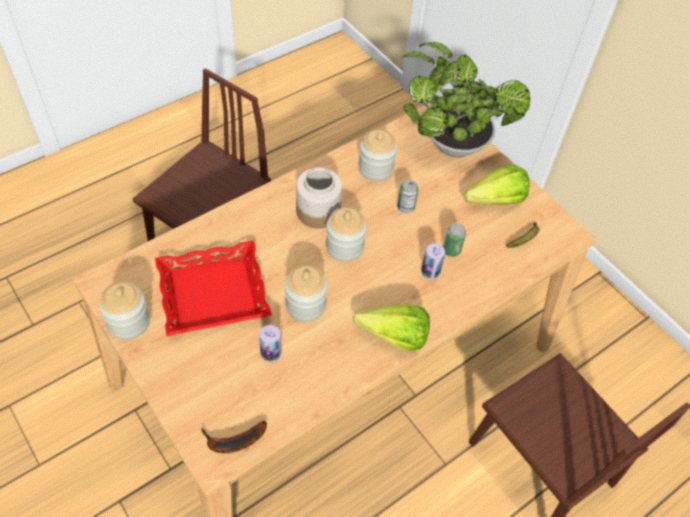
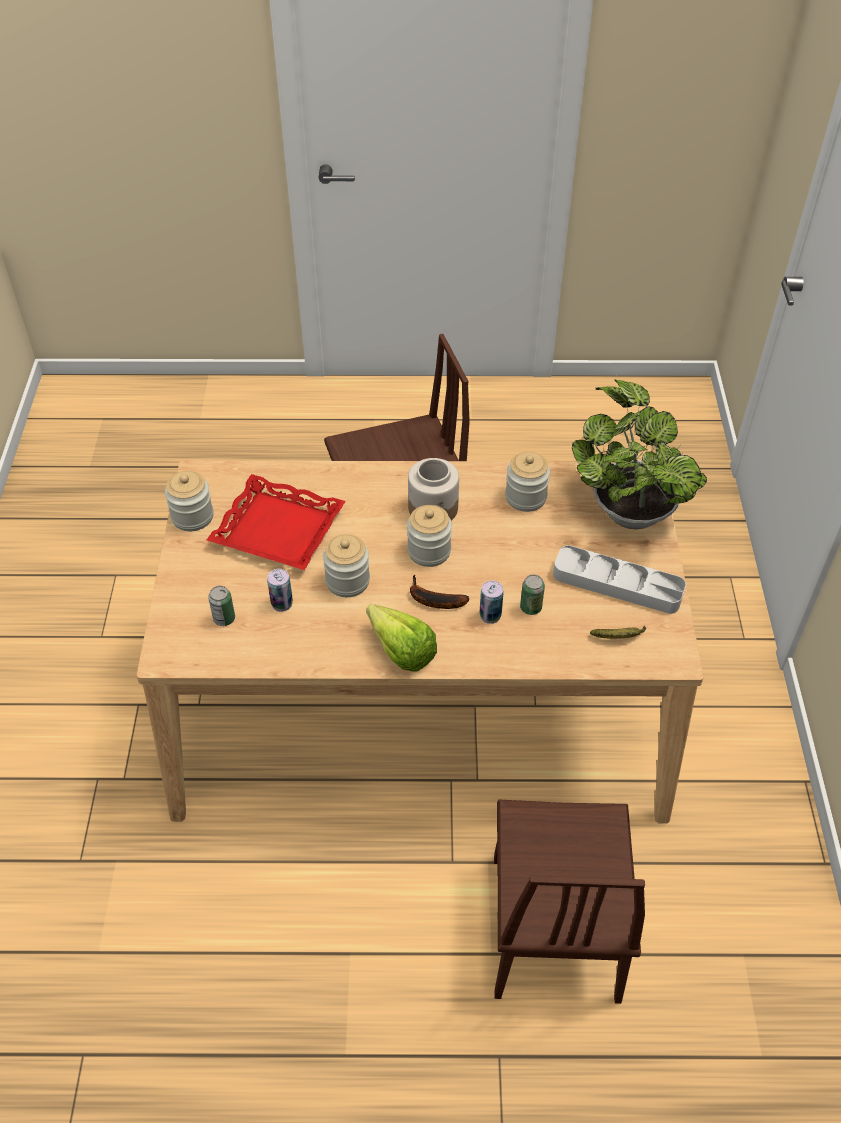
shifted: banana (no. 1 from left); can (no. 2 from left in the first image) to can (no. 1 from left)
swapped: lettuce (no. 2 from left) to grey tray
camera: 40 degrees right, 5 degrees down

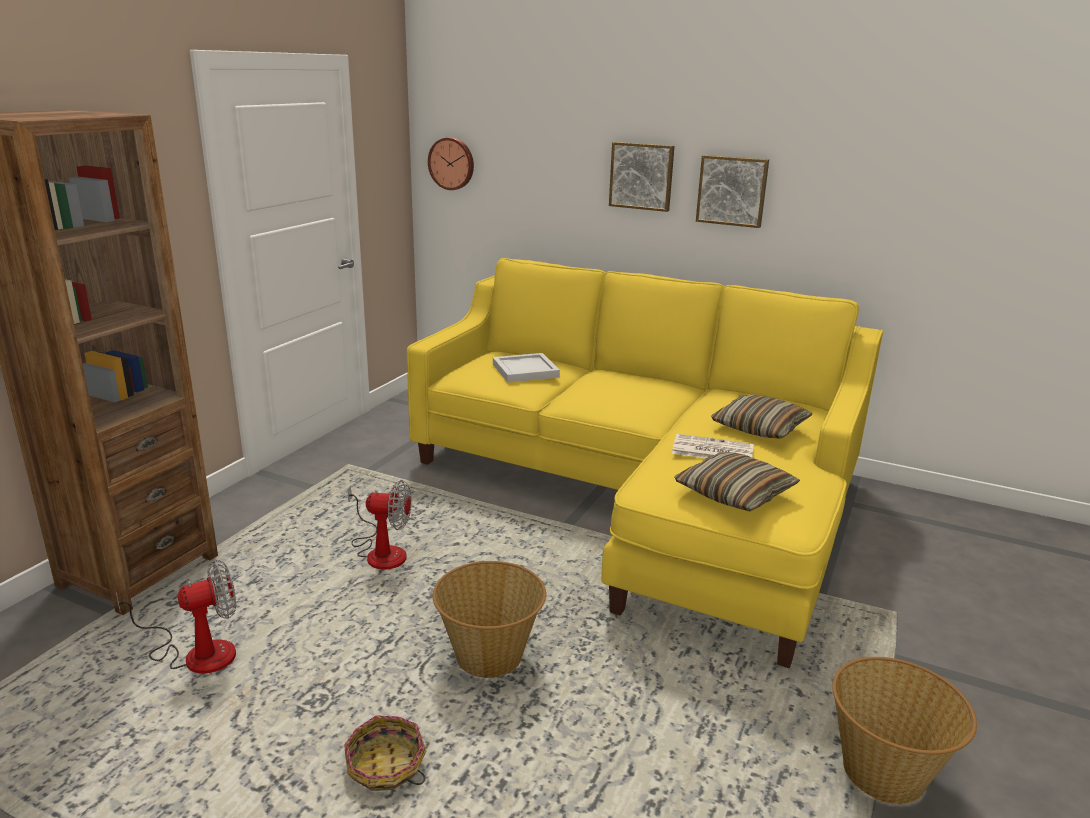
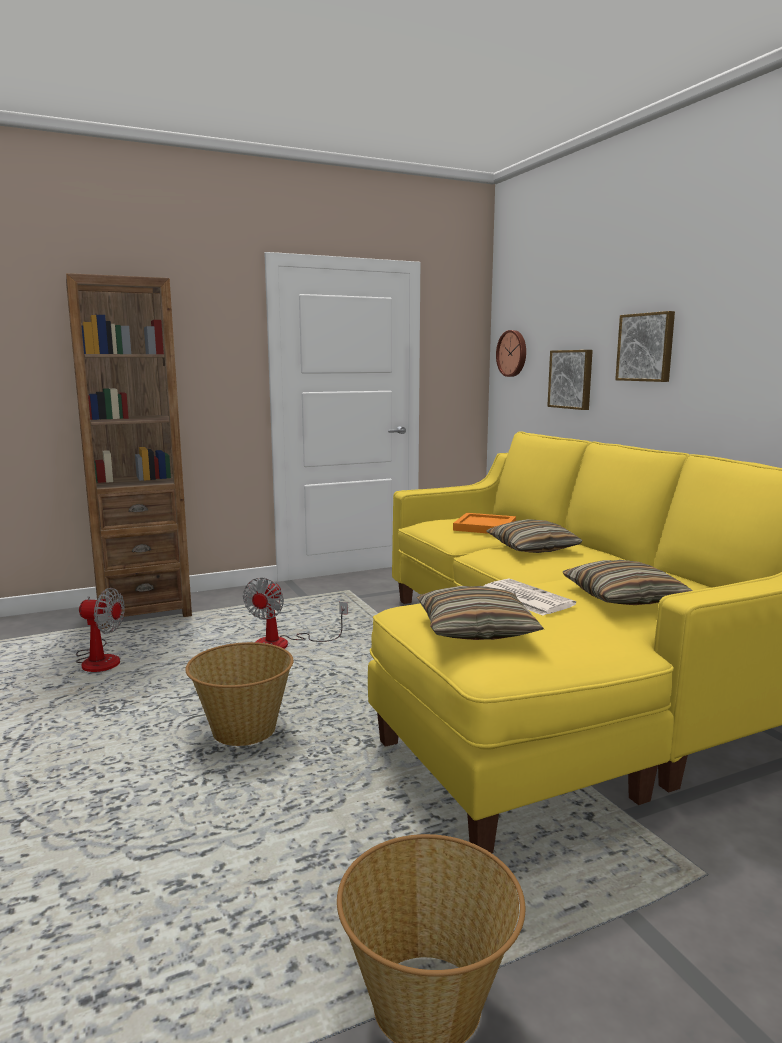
gone: basket (no. 1 from left)
new: pillow (no. 2 from left)
shifted: picture (no. 2 from left in the first image) to picture (no. 1 from left)
repainted: white tray to orange tray
rotated: fan (no. 2 from left) 60 degrees clockwise
camera: 40 degrees right, 10 degrees down

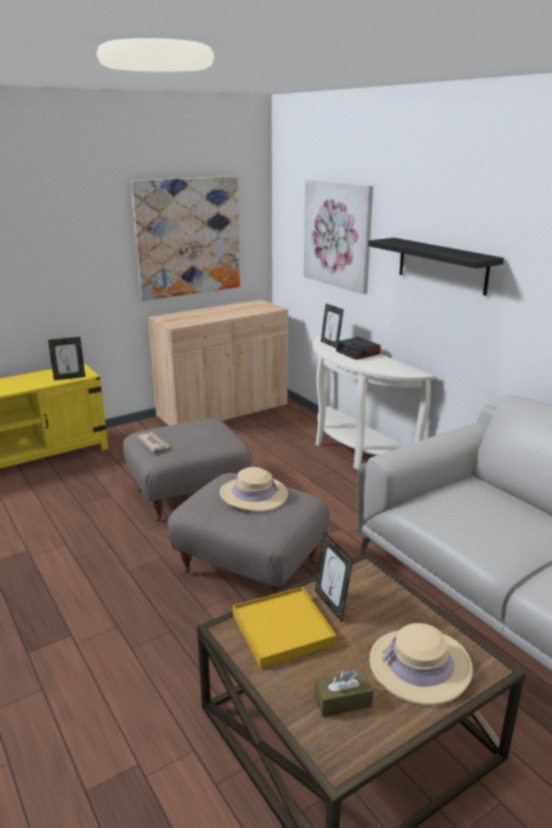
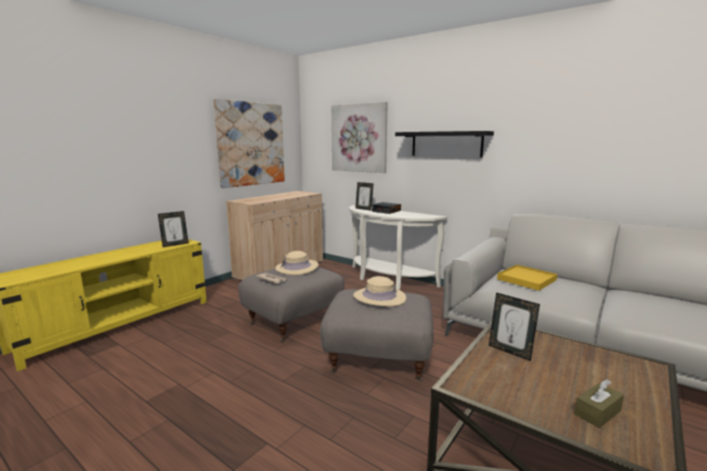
shifted: yellow tray; beige hat (no. 2 from left in the first image) to beige hat (no. 1 from left)
camera: 20 degrees left, 10 degrees down

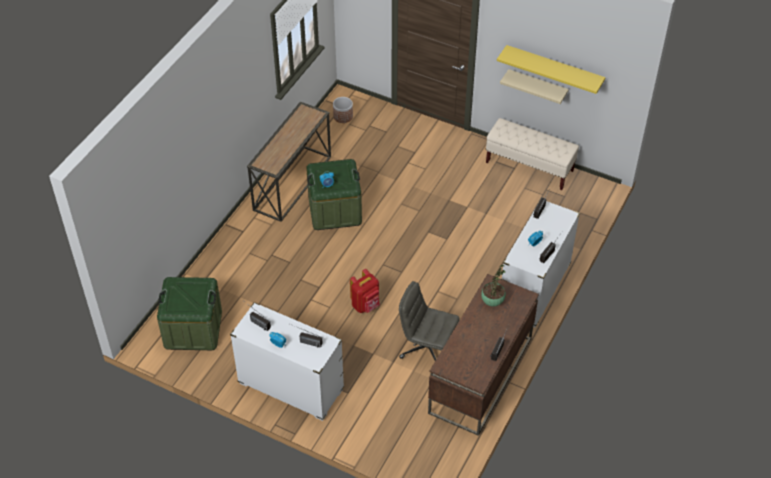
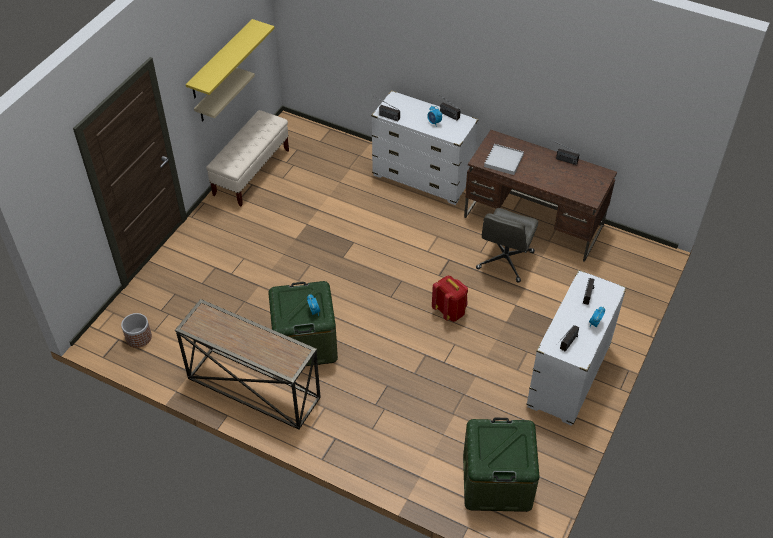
swapped: potted plant to white tray
camera: 90 degrees left, 0 degrees up

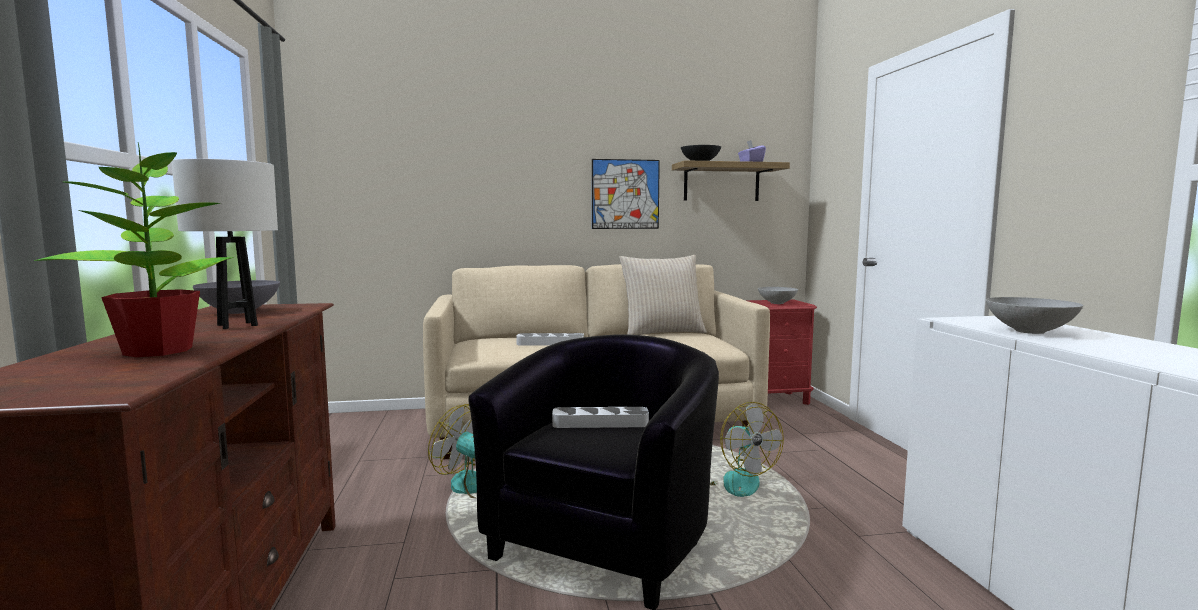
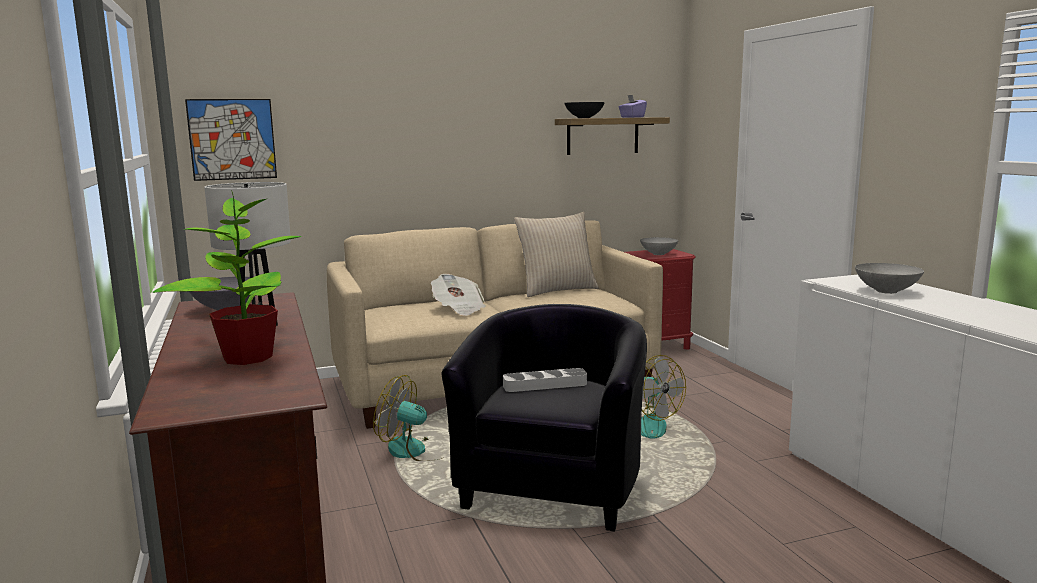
shifted: picture
swapped: grey tray (no. 1 from left) to newspaper
camera: 10 degrees left, 5 degrees up

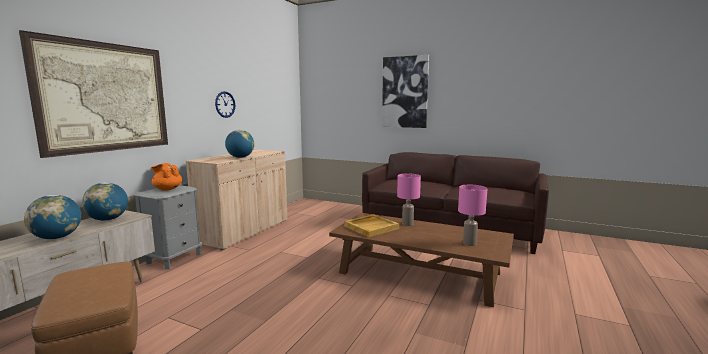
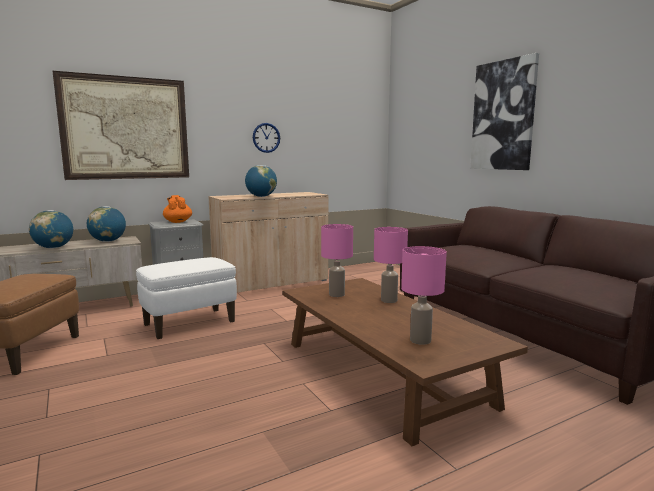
new: white ottoman
swapped: beige tray to pink table lamp (no. 1 from left)
camera: 35 degrees right, 0 degrees up

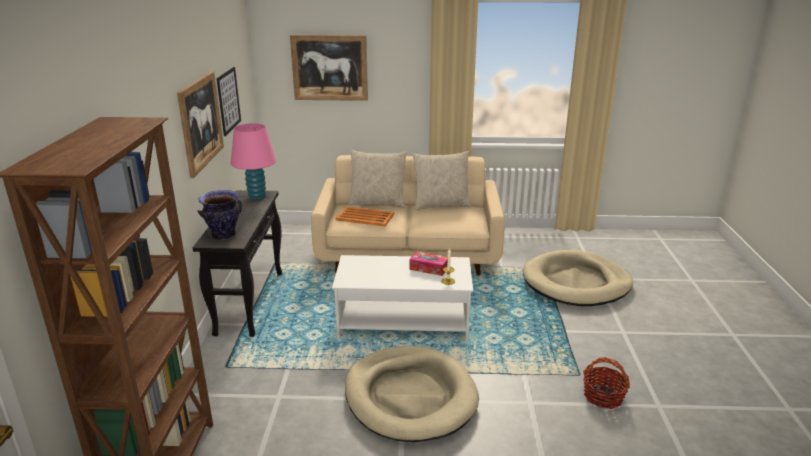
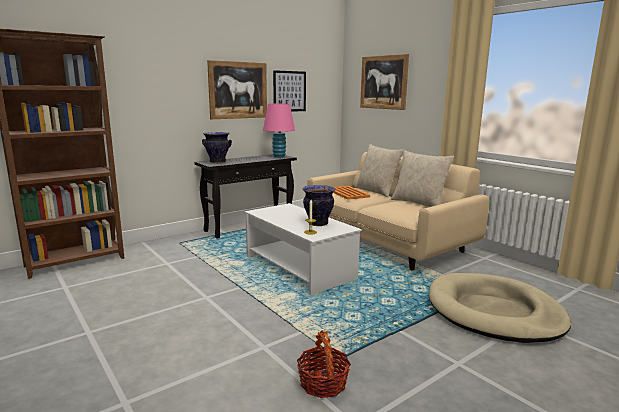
gone: beige dog bed (no. 1 from left)
swapped: tissue box to vase (no. 2 from left)
camera: 50 degrees right, 10 degrees down

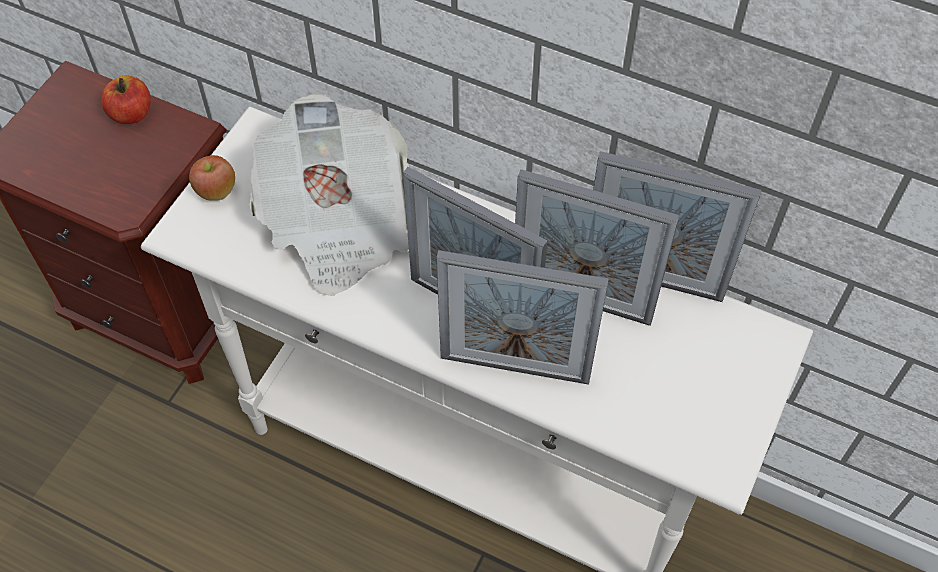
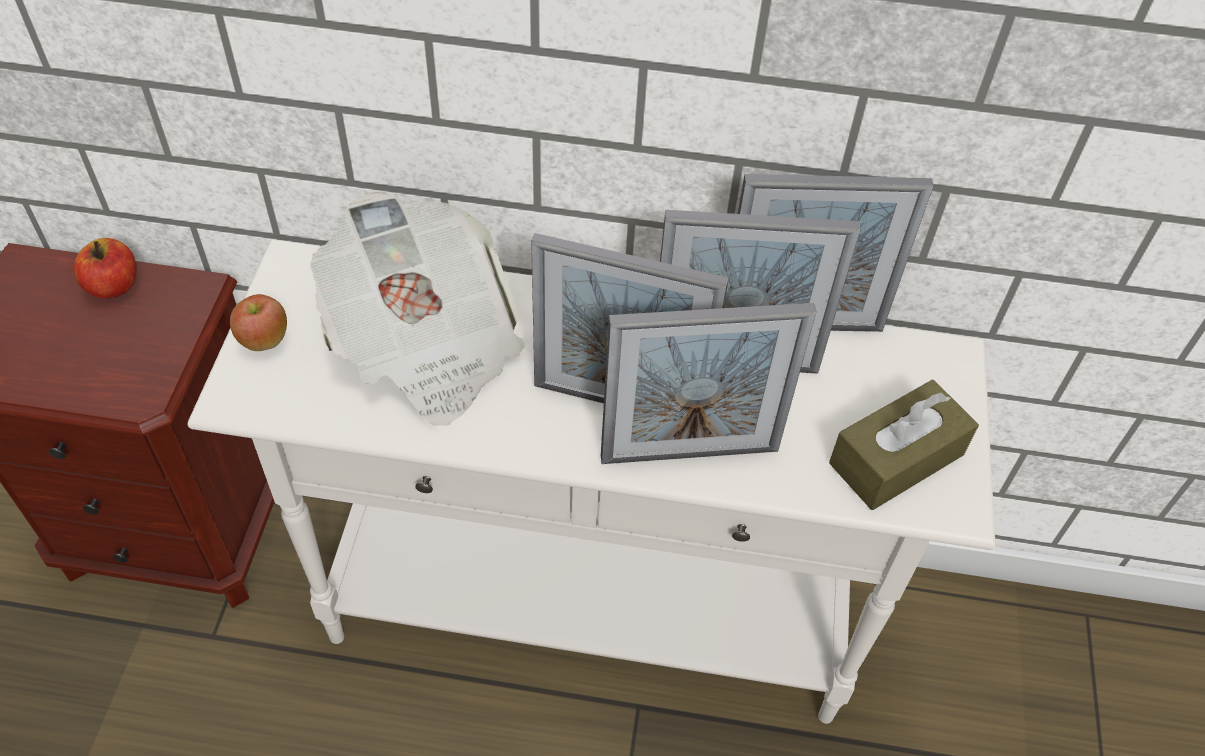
new: brown tissue box
camera: 20 degrees left, 5 degrees down

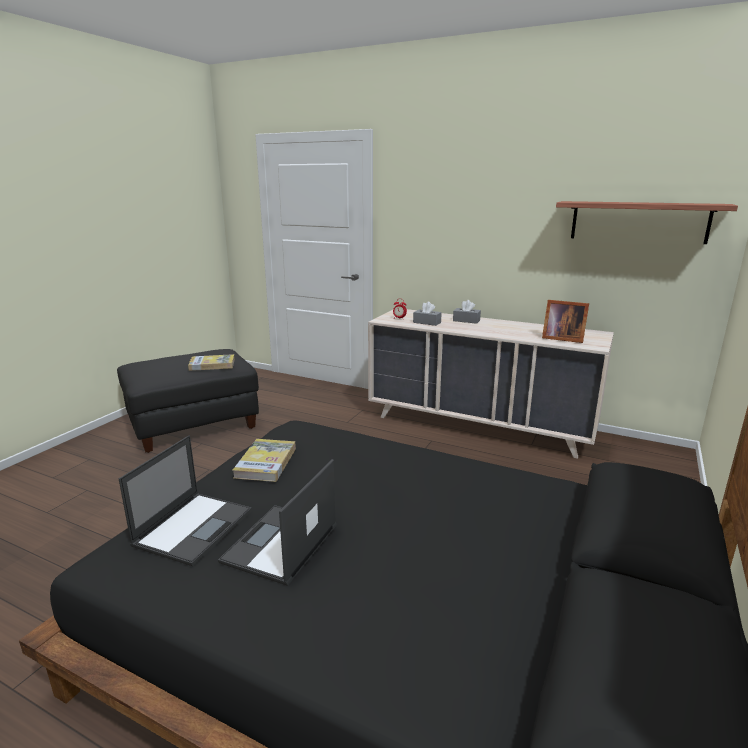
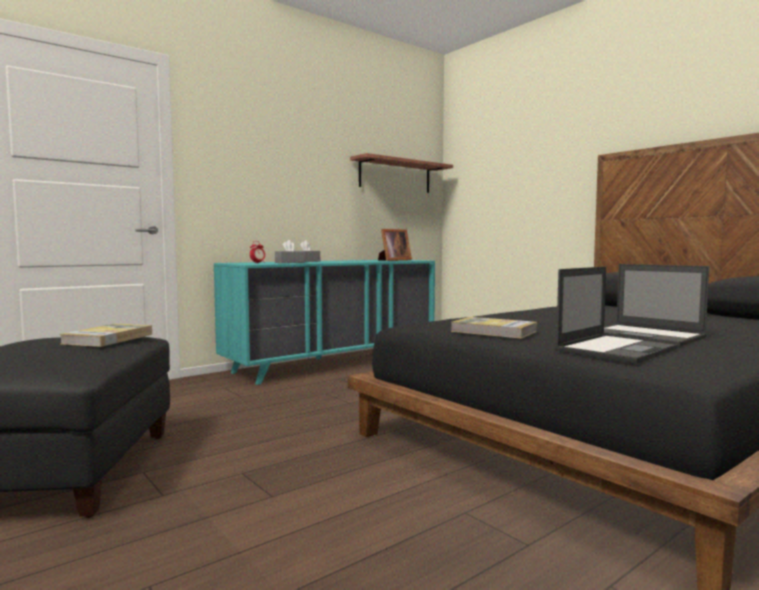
repainted: beige dresser to turquoise dresser
rotated: laptop (no. 1 from left) 90 degrees clockwise
camera: 65 degrees left, 15 degrees down

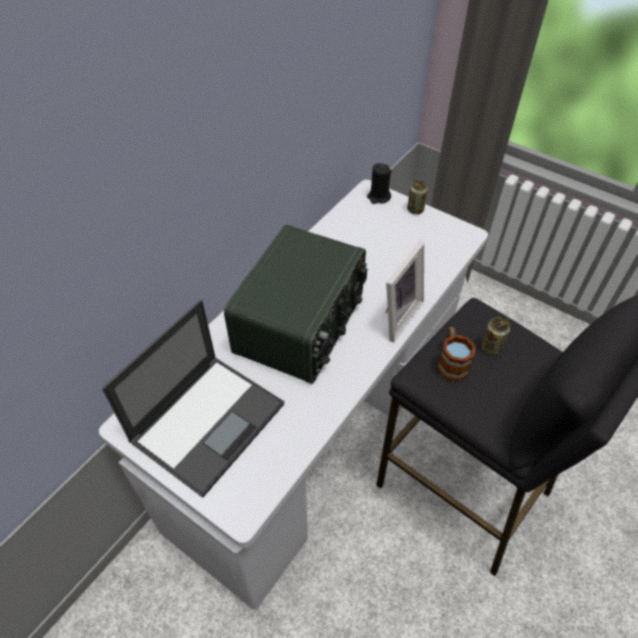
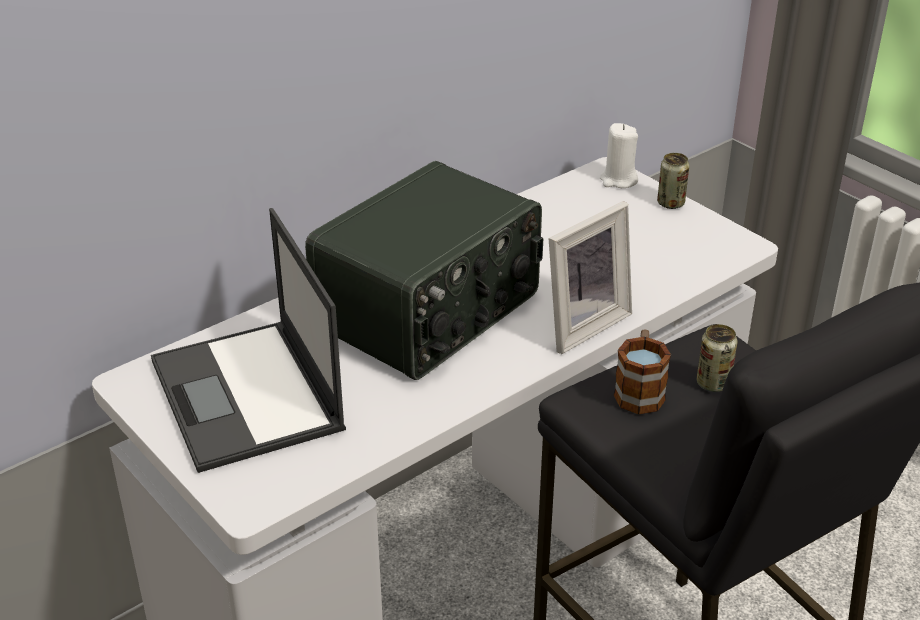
repainted: black candle to white candle
rotated: laptop 105 degrees clockwise
camera: 15 degrees right, 15 degrees down

